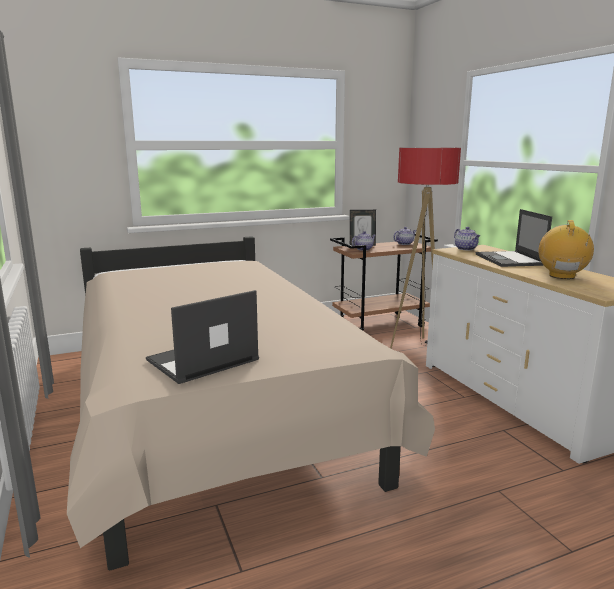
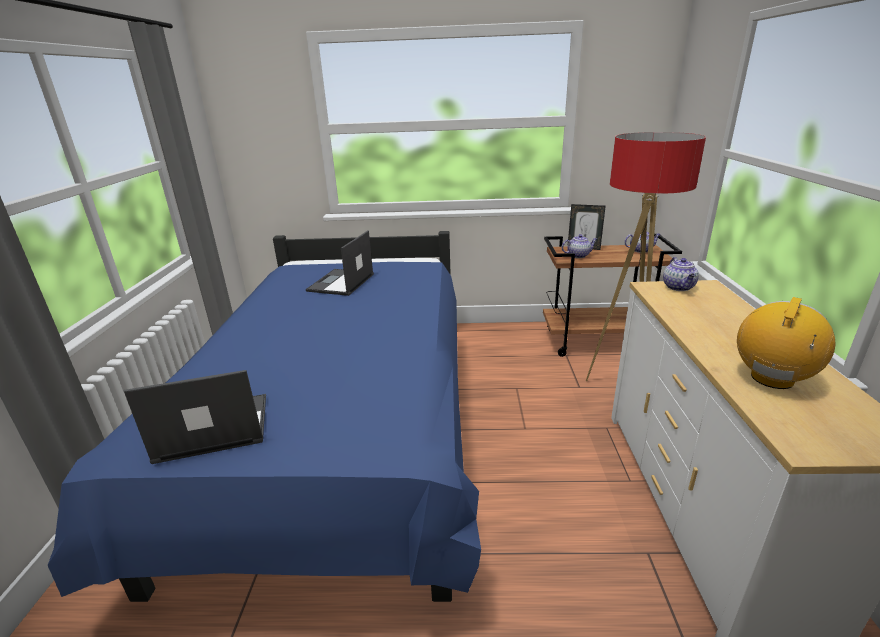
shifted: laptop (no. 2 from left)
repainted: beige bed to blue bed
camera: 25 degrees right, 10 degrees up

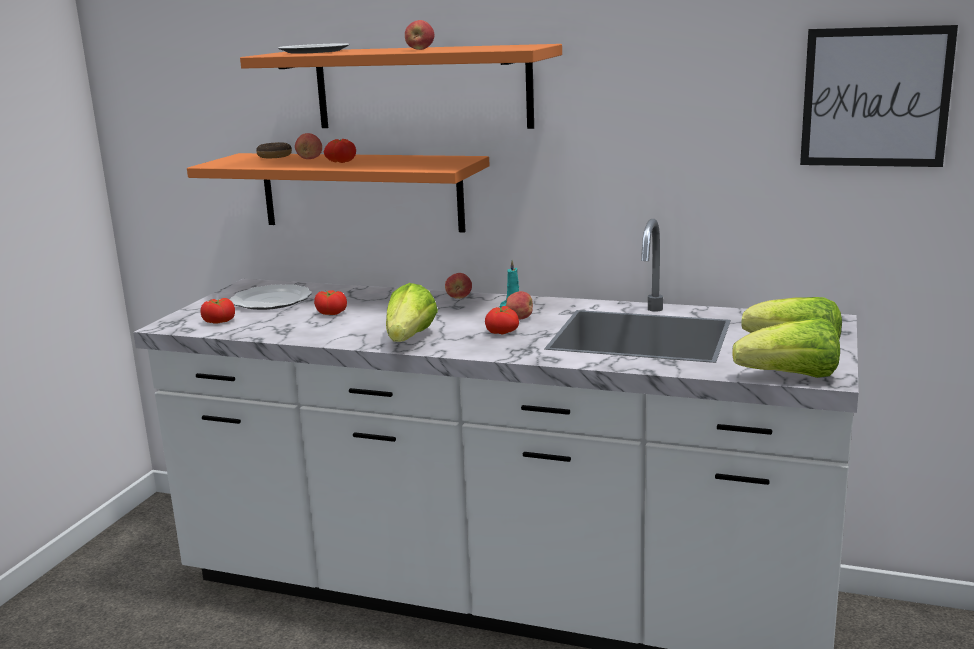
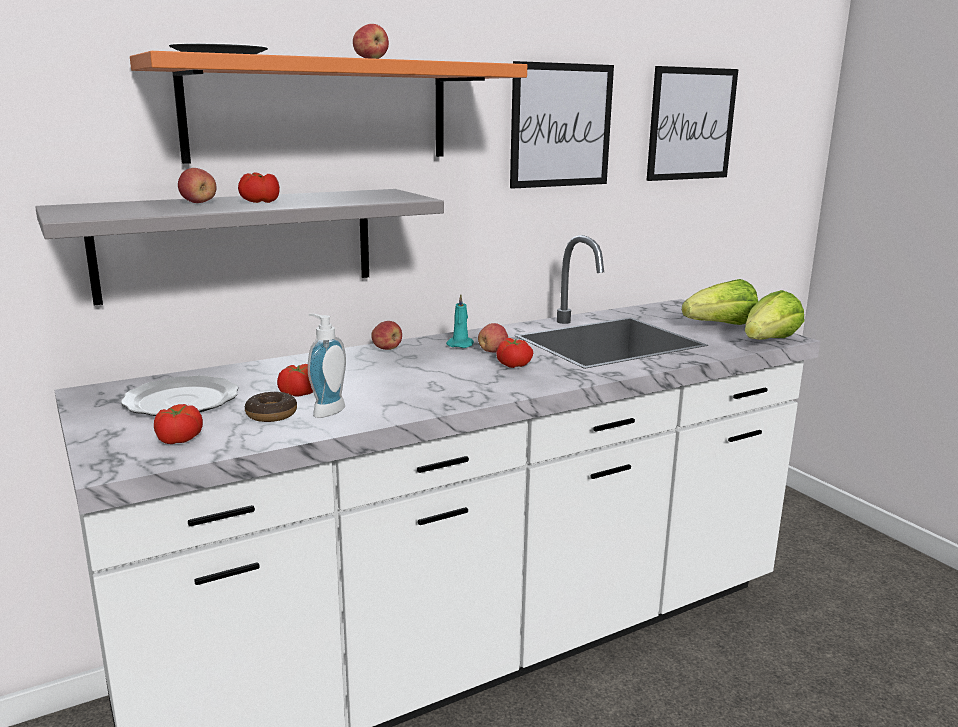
gone: lettuce (no. 1 from left)
new: soap dispenser; picture (no. 1 from left)
shifted: donut
repainted: orange shelf (no. 1 from left) to grey shelf
camera: 50 degrees left, 0 degrees up

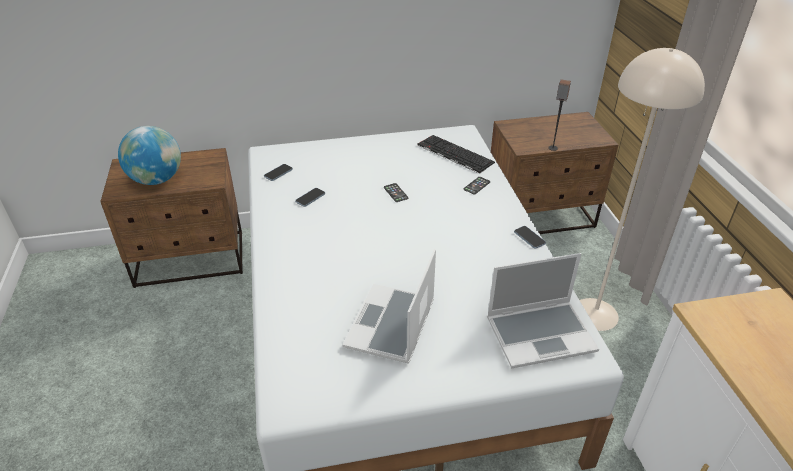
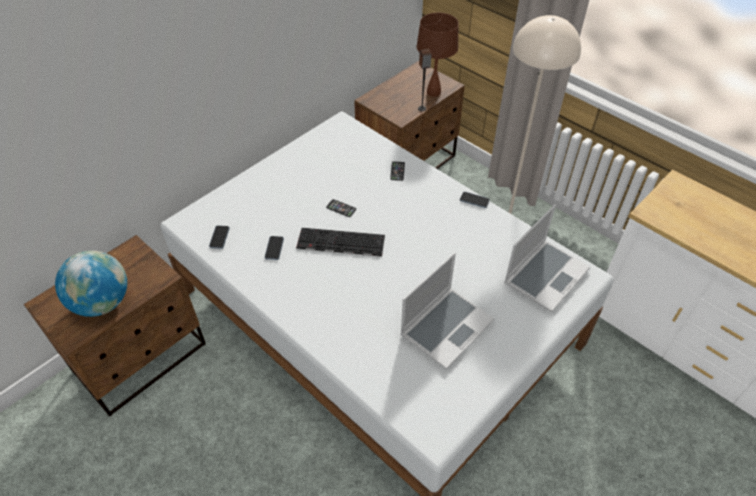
new: brown table lamp
shifted: keyboard
rotated: laptop (no. 1 from left) 120 degrees counterclockwise
camera: 35 degrees left, 10 degrees up

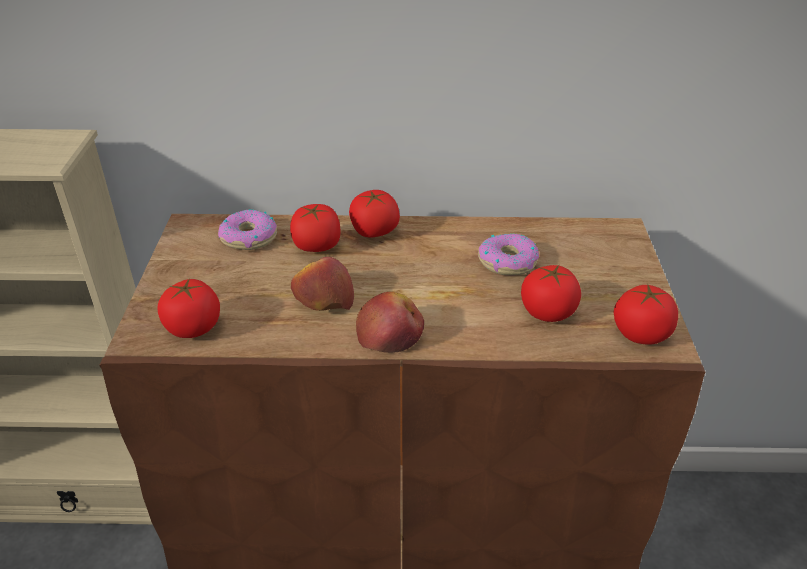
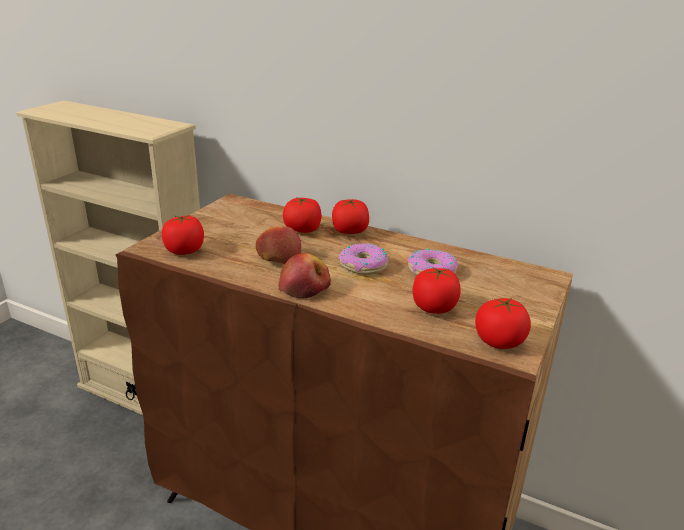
shifted: donut (no. 1 from left)
camera: 25 degrees right, 10 degrees down

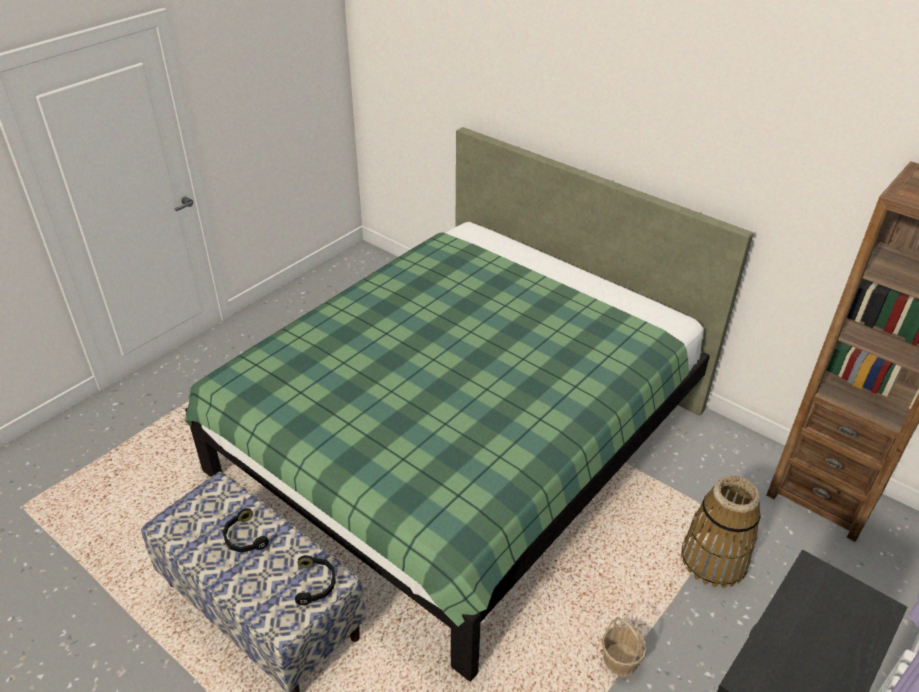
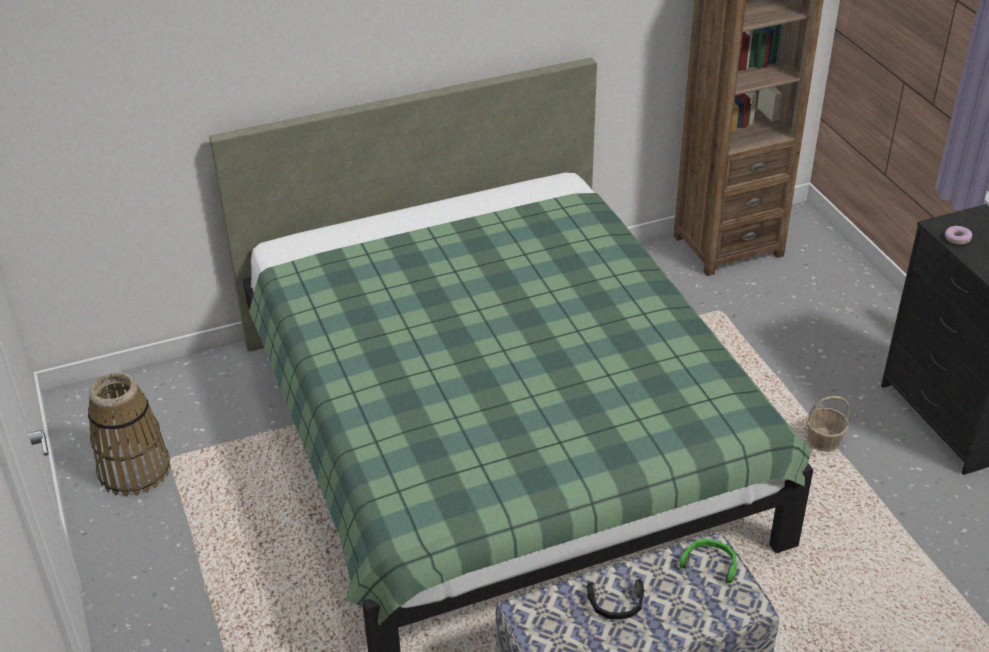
new: donut
shifted: basket (no. 2 from left in the first image) to basket (no. 1 from left)
repainted: black headphones (no. 2 from left) to green headphones
camera: 60 degrees left, 0 degrees up

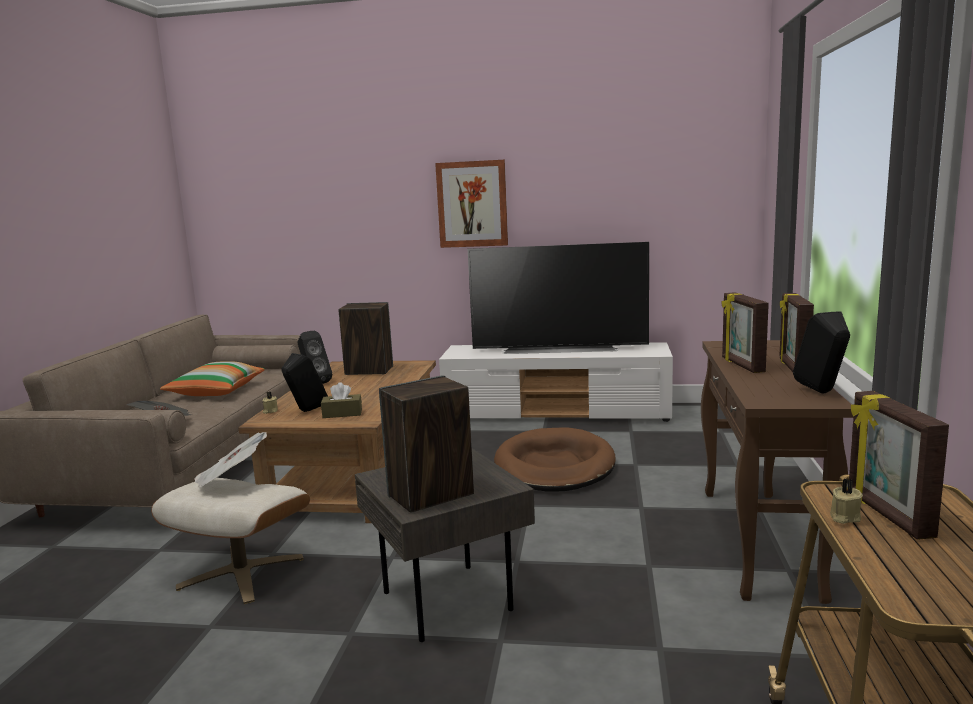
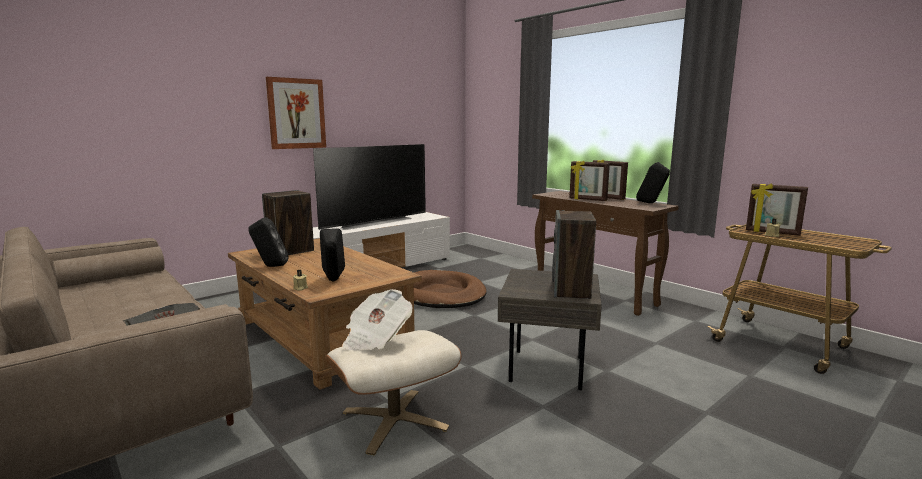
gone: pillow; brown tissue box
camera: 50 degrees left, 0 degrees up

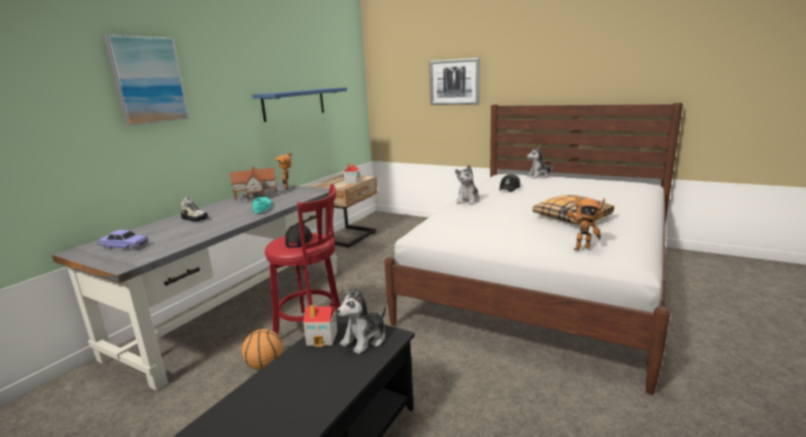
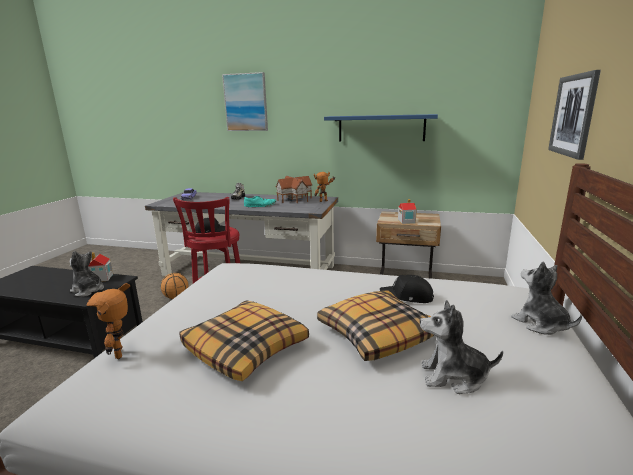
new: pillow (no. 2 from left)
shifted: plush toy (no. 2 from left)
camera: 75 degrees right, 0 degrees up

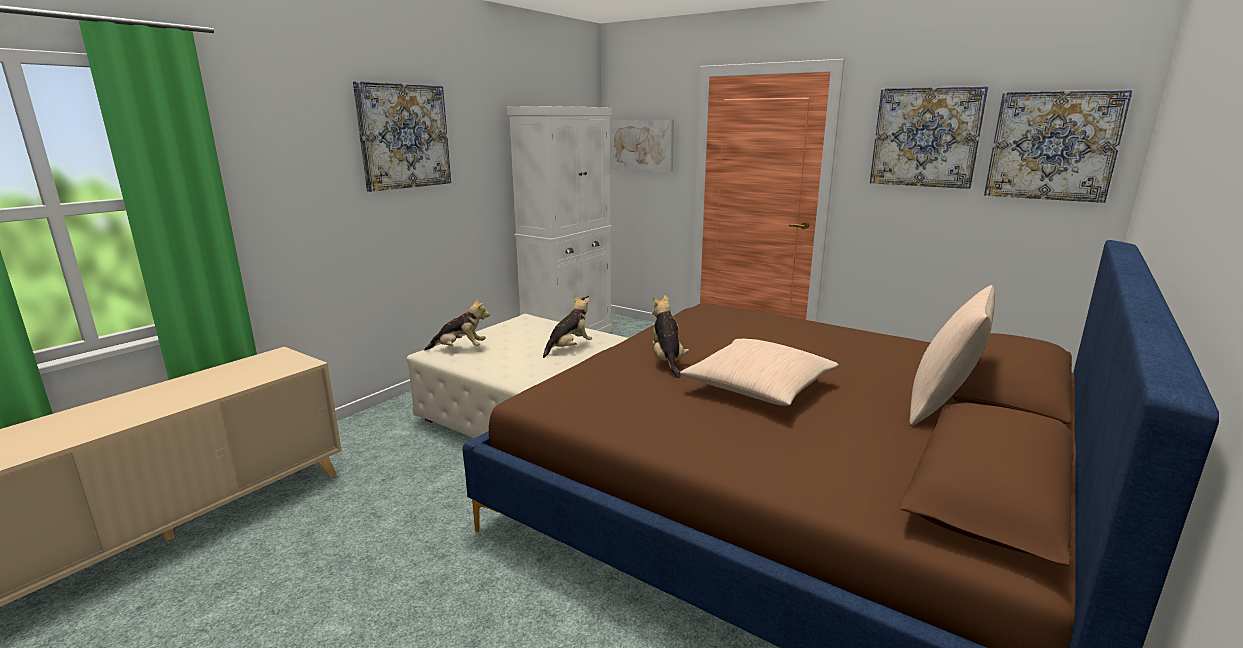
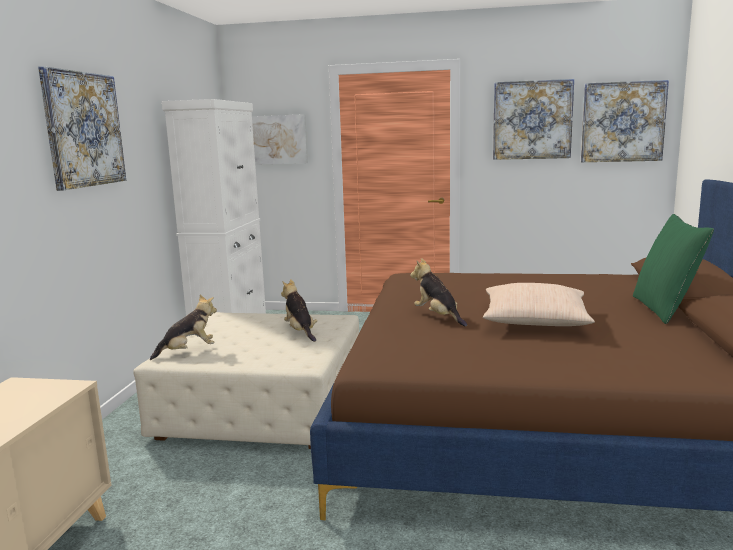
repainted: beige pillow (no. 2 from left) to green pillow
rotated: plush toy (no. 2 from left) 45 degrees counterclockwise
camera: 25 degrees left, 5 degrees down

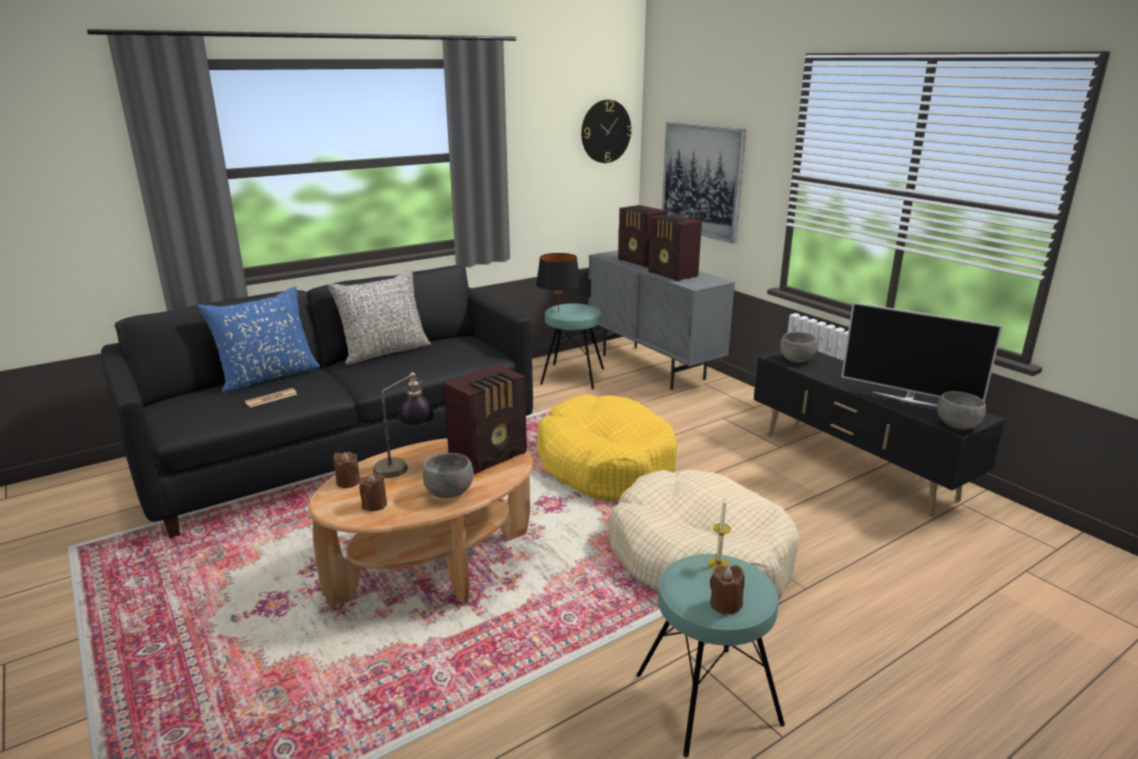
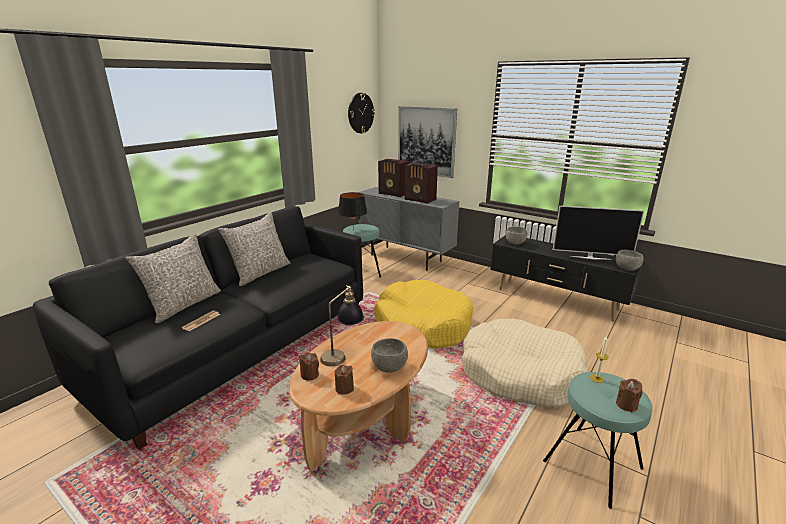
gone: radio (no. 1 from left)
repainted: blue pillow to grey pillow (no. 1 from left)
camera: 20 degrees left, 0 degrees up

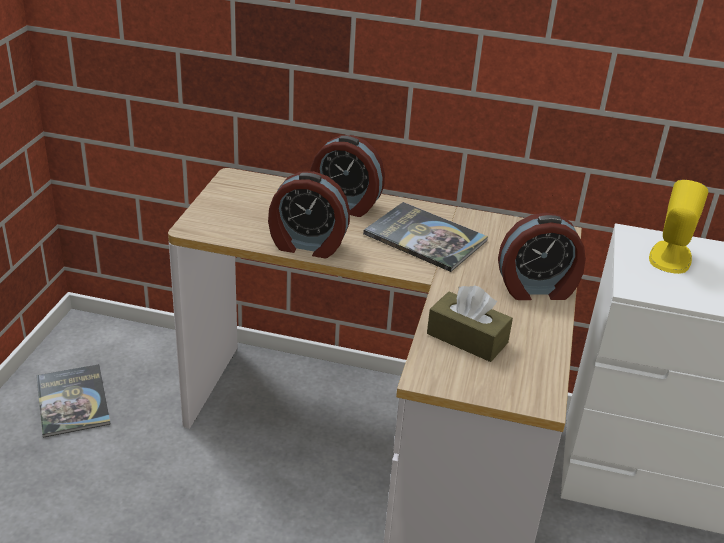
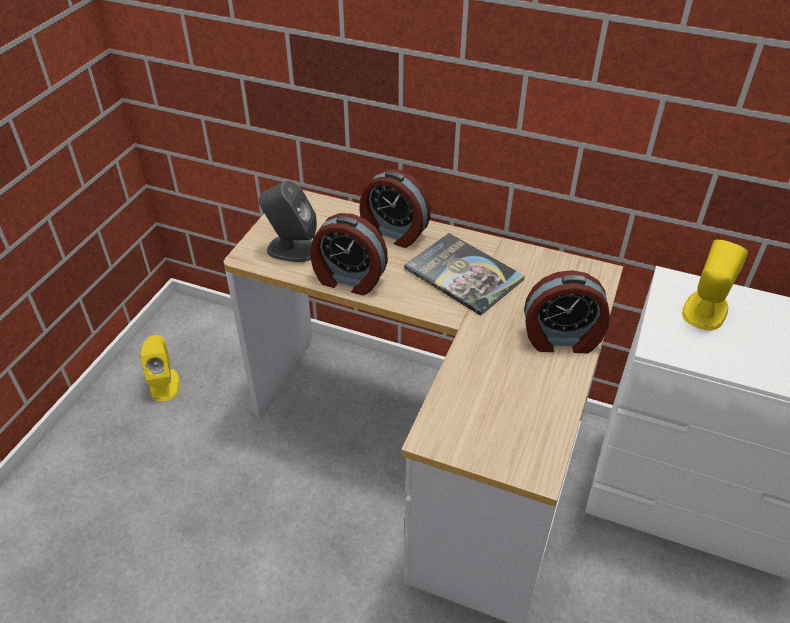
gone: brown tissue box
new: grey speaker
swapped: book (no. 1 from left) to yellow speaker (no. 1 from left)
camera: 10 degrees right, 10 degrees up

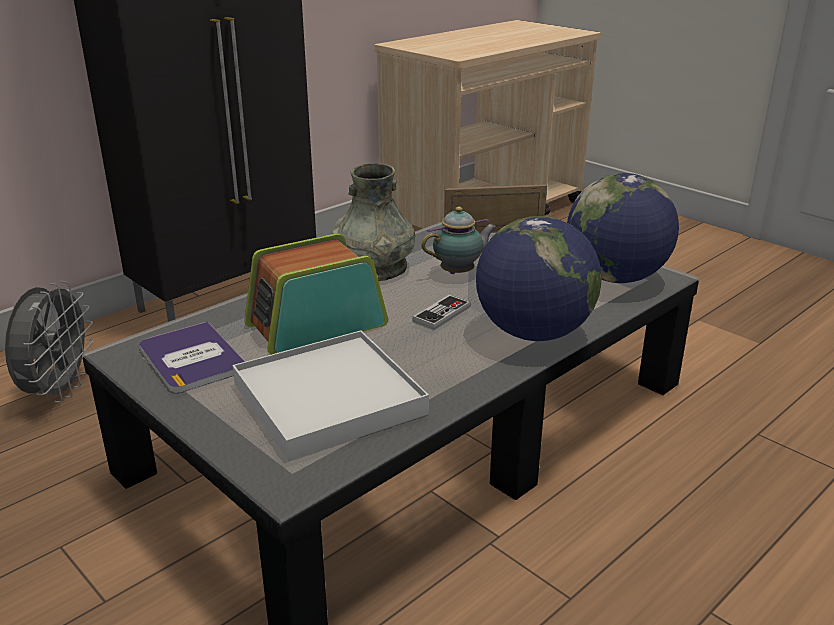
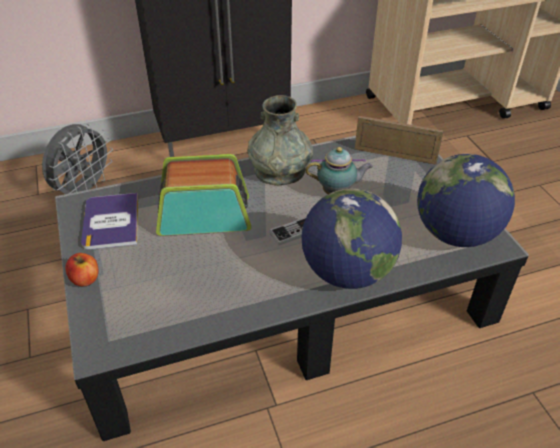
gone: white tray
new: apple
camera: 25 degrees right, 15 degrees up

